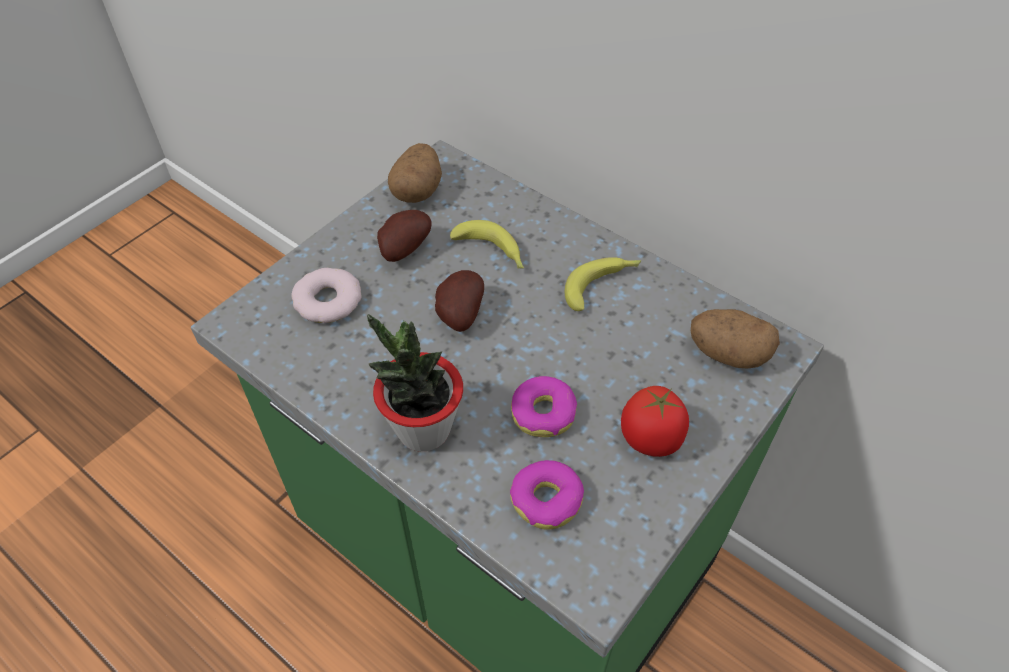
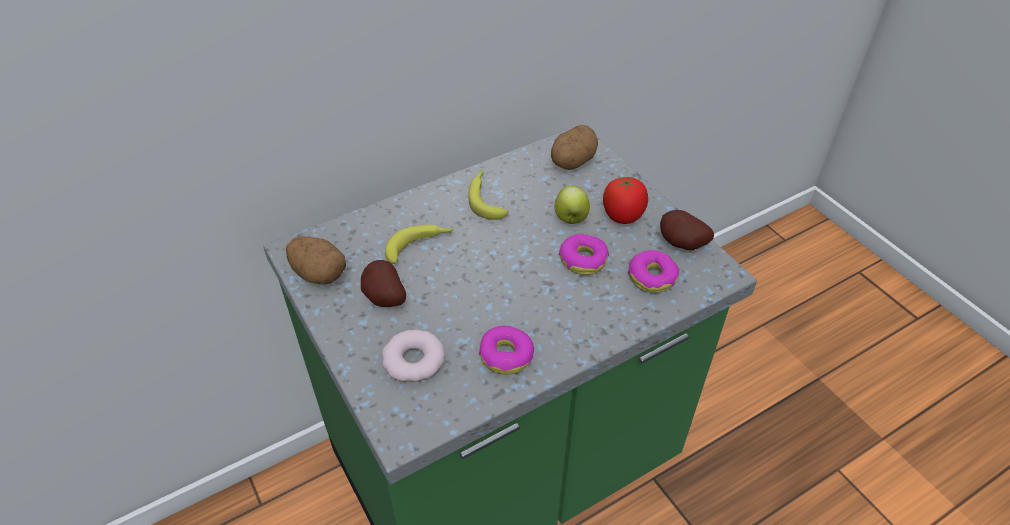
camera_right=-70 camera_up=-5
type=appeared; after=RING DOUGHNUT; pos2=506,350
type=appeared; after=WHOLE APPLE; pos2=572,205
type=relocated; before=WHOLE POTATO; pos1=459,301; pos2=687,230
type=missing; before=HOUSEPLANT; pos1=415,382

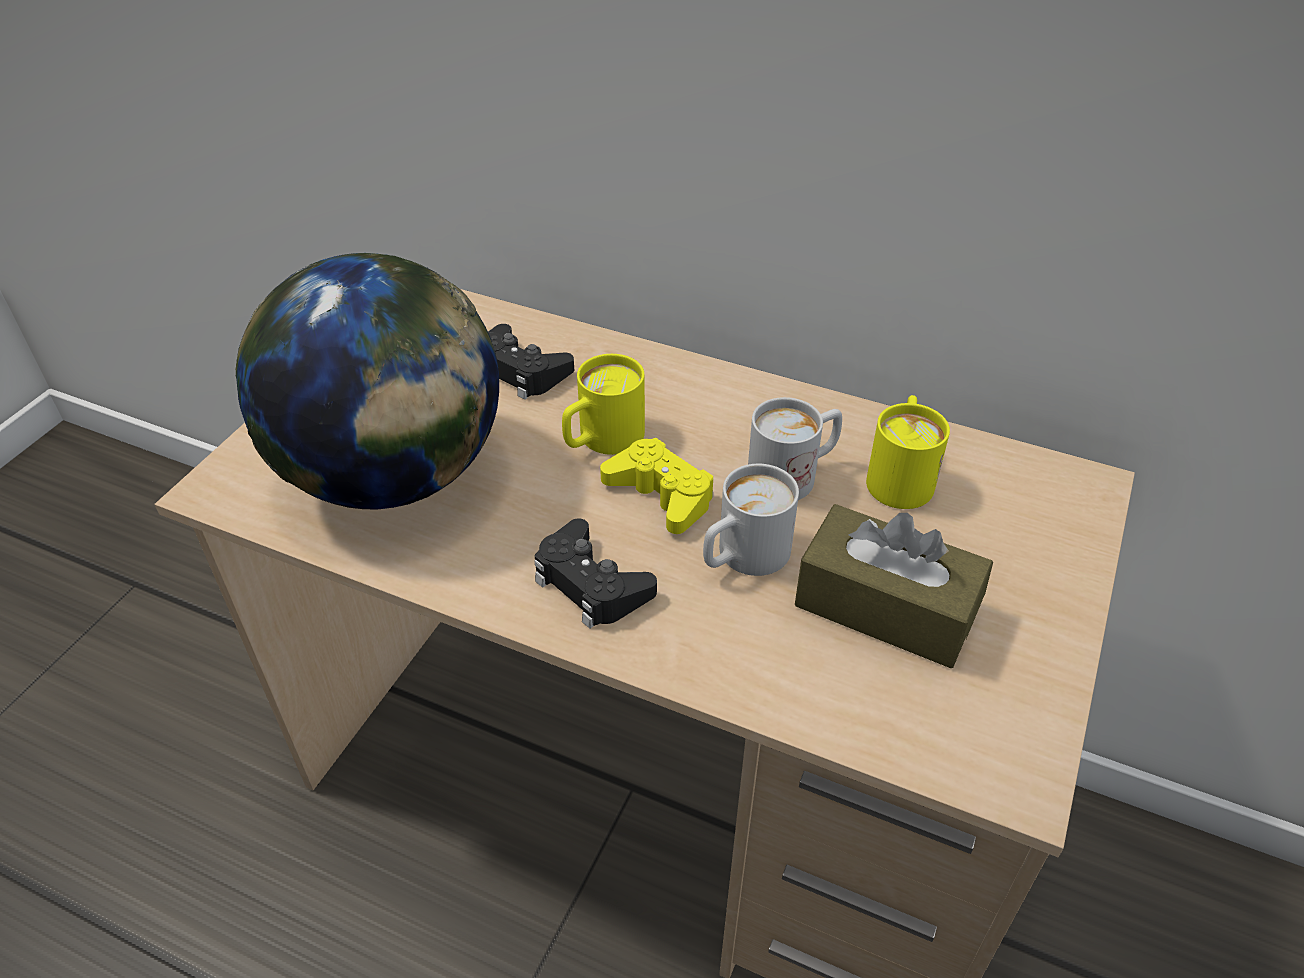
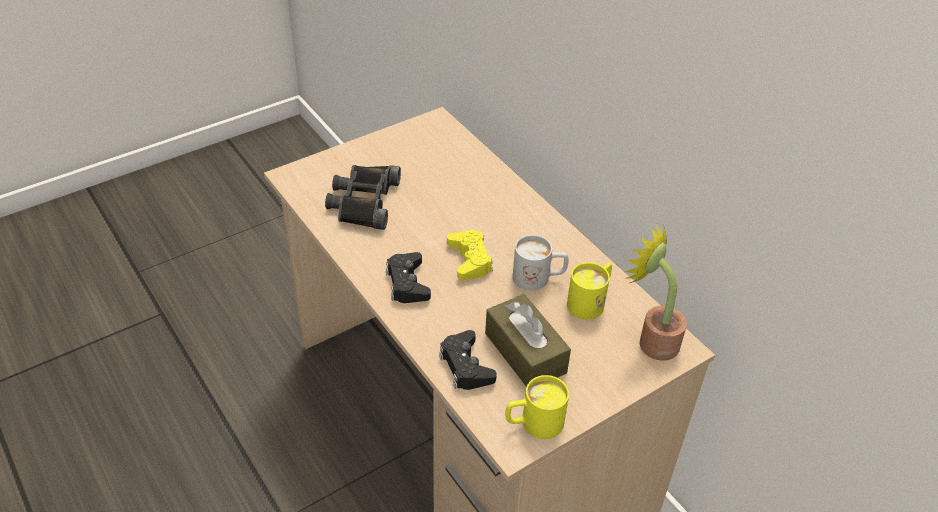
camera_right=30 camera_up=0
type=exchanged; before=DESK GLOBE; after=BLACK PAIR OF BINOCULARS; pos1=367,381; pos2=363,197
type=relocated; before=BLACK GAMEPAD; pos1=531,362; pos2=468,360
type=relocated; before=YELLOWISH MUG; pos1=603,404; pos2=537,407
type=appeared; after=HOUSEPLANT; pos2=655,291
type=missing; before=WHITISH MUG; pos1=751,520

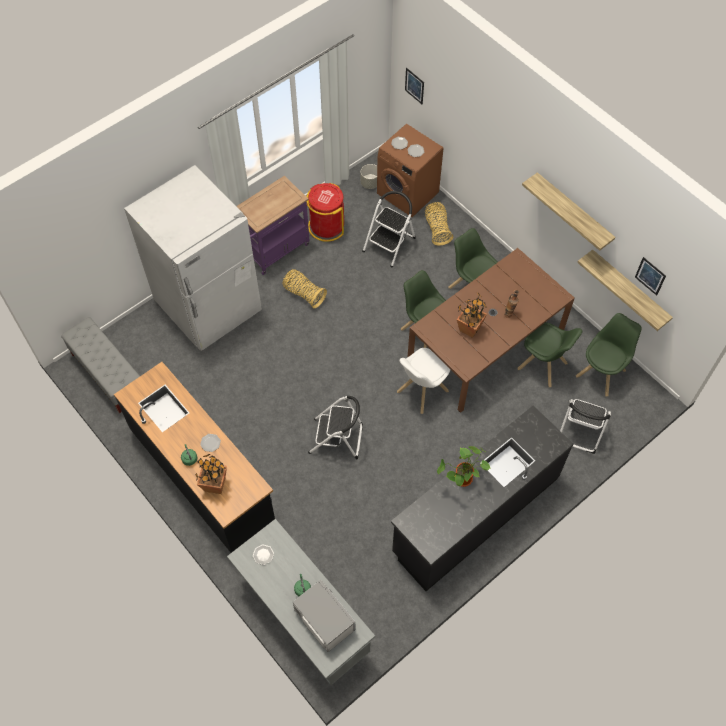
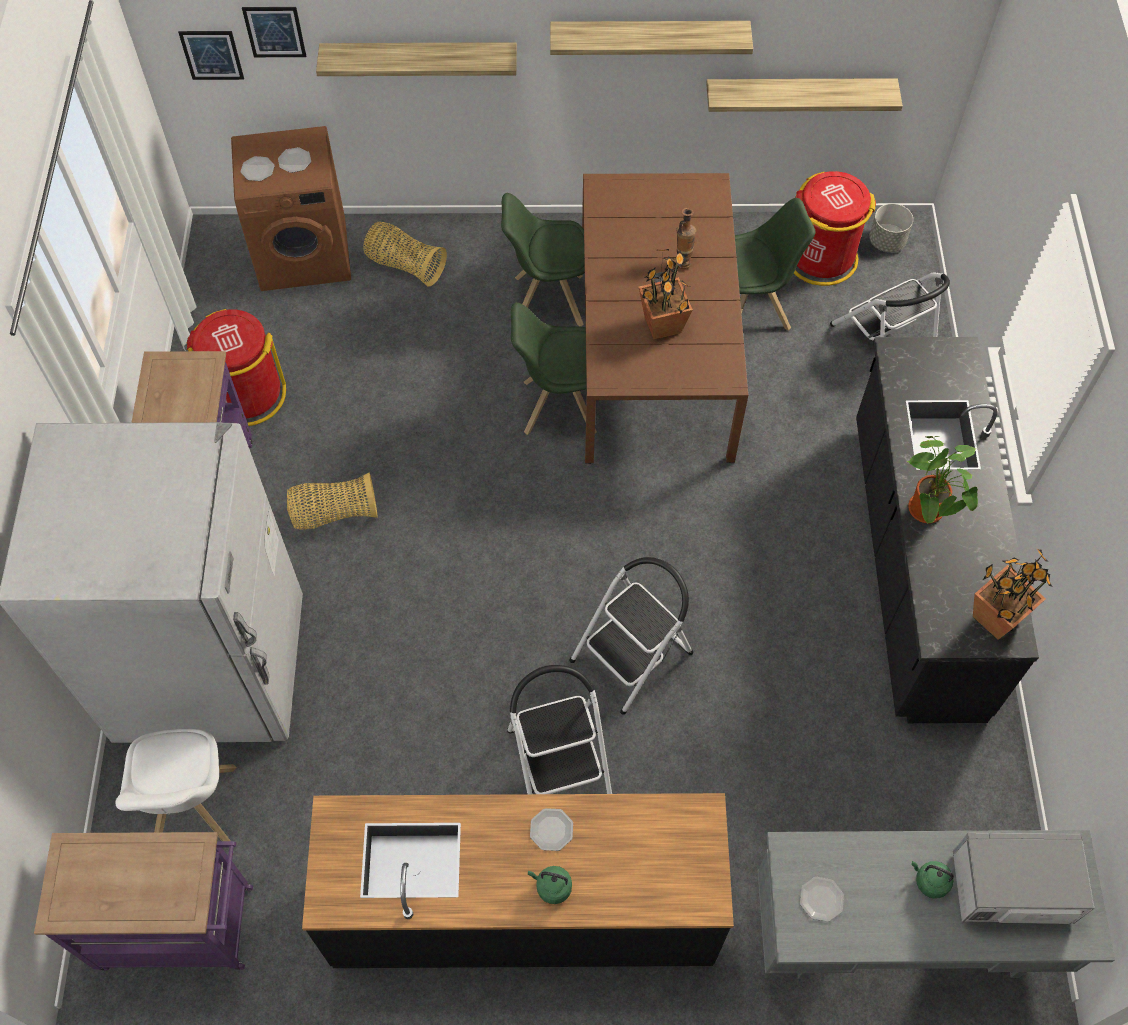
camera_right=-50 camera_up=0
type=exchanged; before=GREYISH INDOOR BENCH; after=PURPLISH CART; pos1=100,365; pos2=143,901
type=relocated; before=WHITISH CHAIR; pos1=423,381; pos2=176,784
type=relocated; before=WALL PICTURE; pos1=650,276; pos2=274,32
type=appeared; after=WALL SHELF; pos2=416,59
type=relocated; before=STEP LADDER; pos1=389,229; pos2=559,729
type=exchanged; before=GREENISH CHAIR; after=REDDISH TRASH CAN; pos1=609,354; pos2=835,228
type=relocated; before=GREYISH FLOWER POT; pos1=369,176; pos2=891,227
type=relocated; before=HOUSEPLANT; pos1=211,474; pos2=1012,594

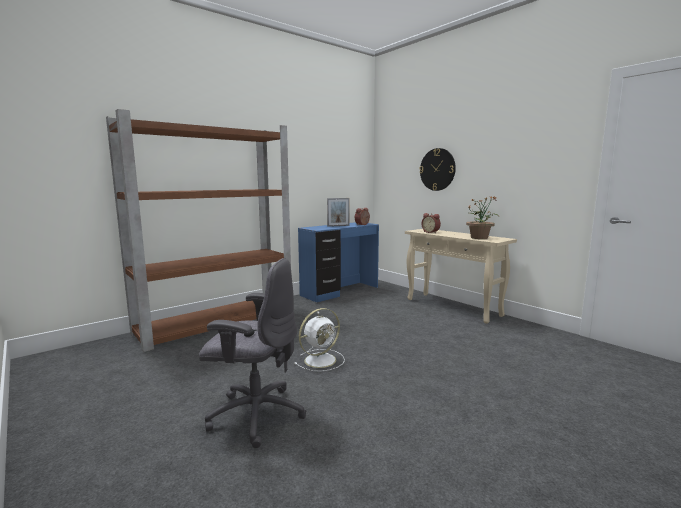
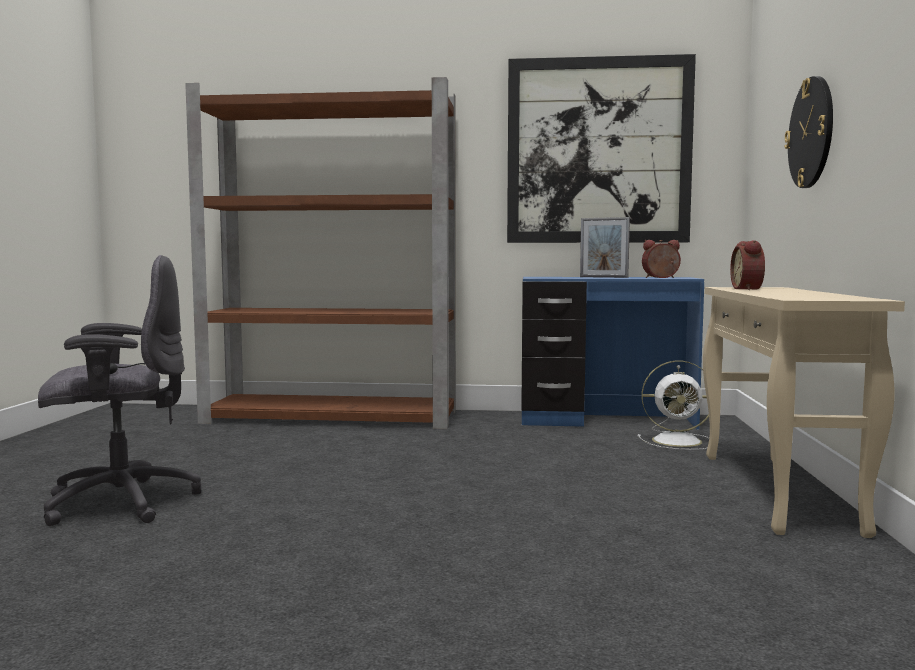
camera_right=45 camera_up=-5
type=spun; before=GREYISH DESK CHAIR; pos1=252,353; pos2=119,390; turn=-75
type=appeared; after=WALL PICTURE; pos2=601,148
type=relocated; before=WHITISH ELECTRIC FAN; pos1=319,340; pos2=673,405
type=missing; before=HOUSEPLANT; pos1=482,217

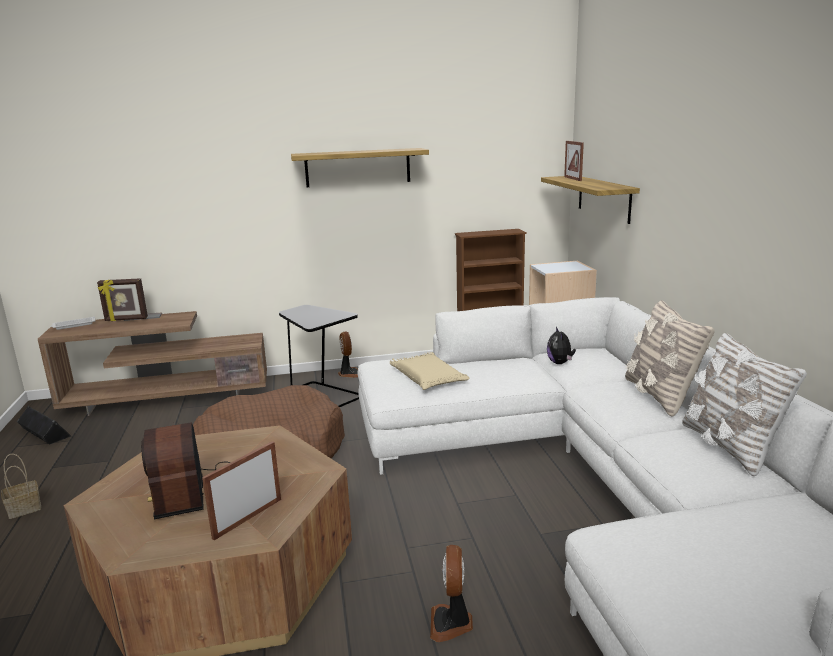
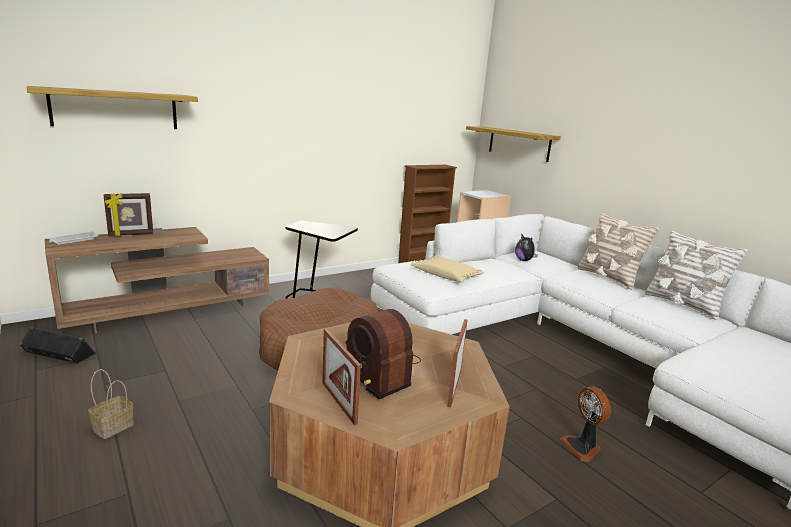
camera_right=-25 camera_up=0
type=relocated; before=WALL SHELF; pos1=360,167; pos2=112,107
type=relocated; before=STANDING FRAME; pos1=574,161; pos2=341,376
type=missing; before=ELECTRIC FAN; pos1=348,354

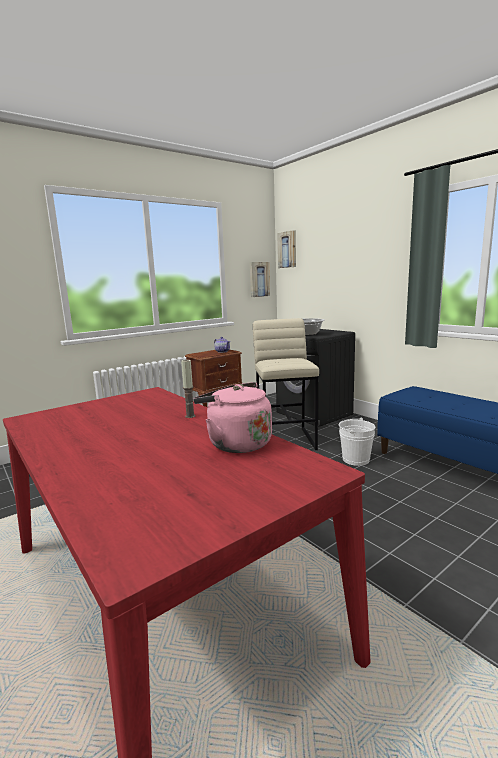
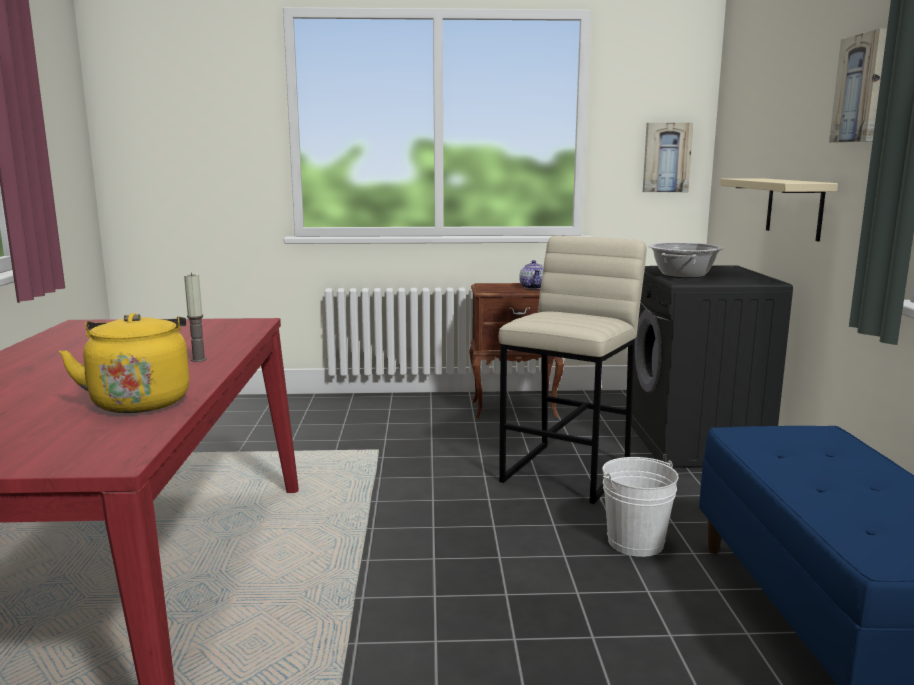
camera_right=35 camera_up=0
type=colour; before=PINK-COLOURED KETTLE; after=YELLOWISH KETTLE; pos1=232,417; pos2=124,363
type=appeared; after=BEIGE WALL SHELF; pos2=779,210
type=relocated; before=WALL PICTURE; pos1=286,249; pos2=858,85

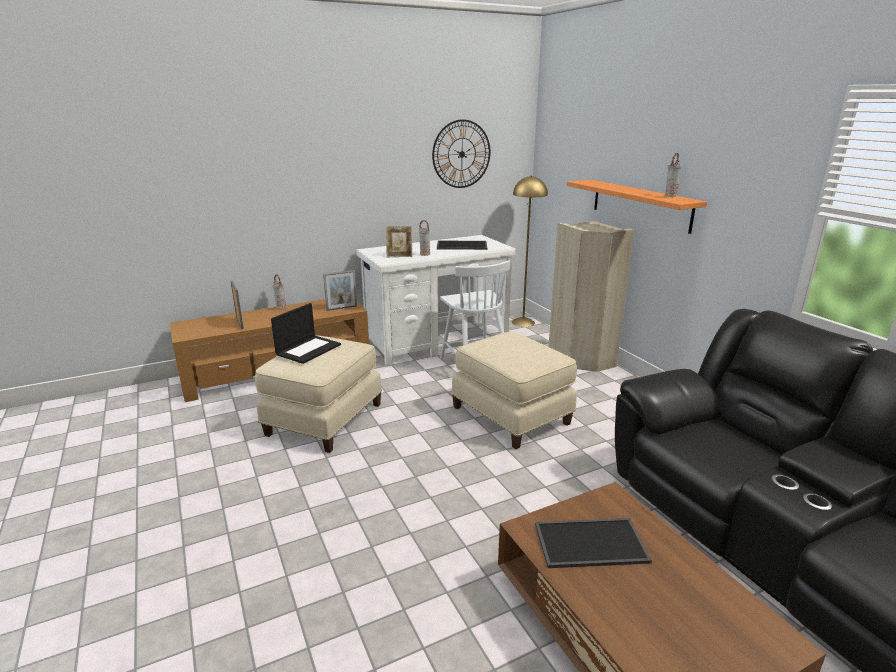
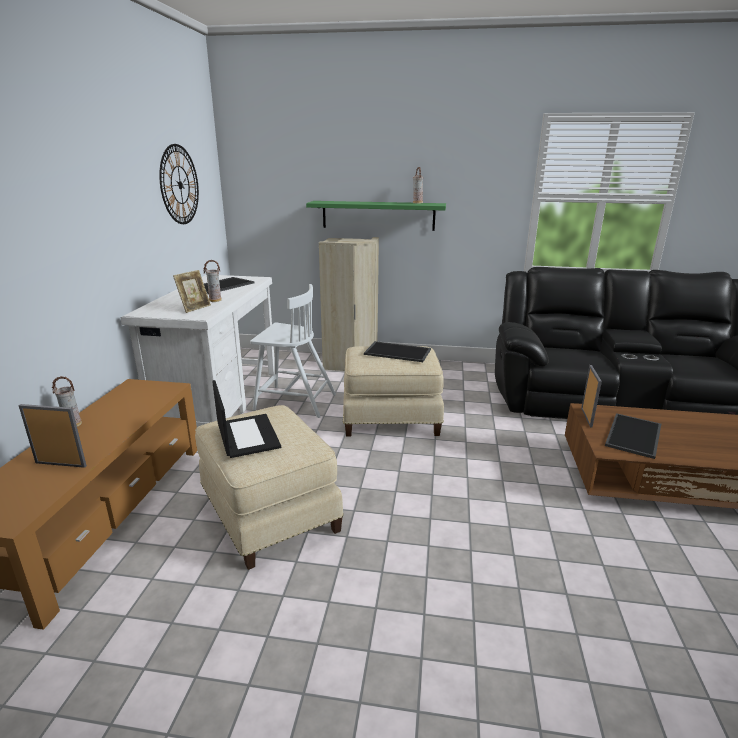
camera_right=-55 camera_up=0
type=colour; before=ORANGE-COLOURED WALL SHELF; after=GREENISH WALL SHELF; pos1=637,207; pos2=376,216
type=appeared; after=CARRYING TRAY; pos2=397,351
type=relocated; before=STANDING FRAME; pos1=340,290; pos2=591,396
type=missing; before=YELLOWISH STANDARD LAMP; pos1=530,251

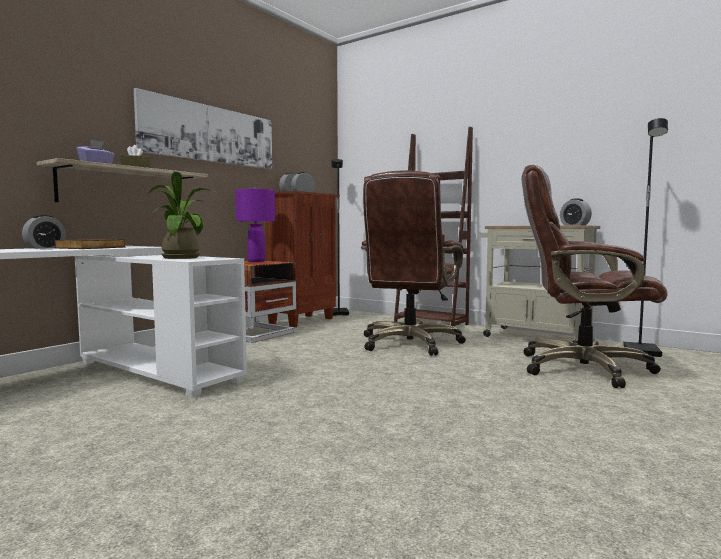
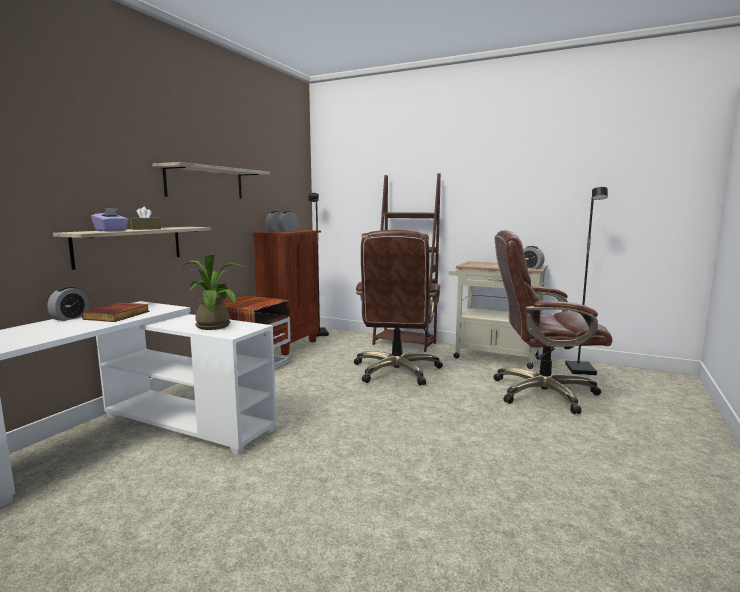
camera_right=-10 camera_up=5
type=exchanged; before=WALL PICTURE; after=WALL SHELF; pos1=203,128; pos2=211,180
type=missing; before=PURPLISH TABLE LAMP; pos1=255,224

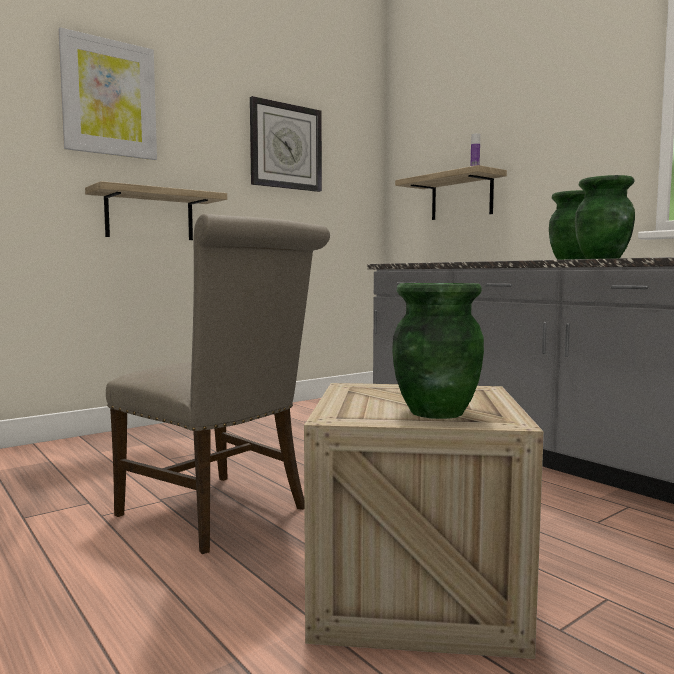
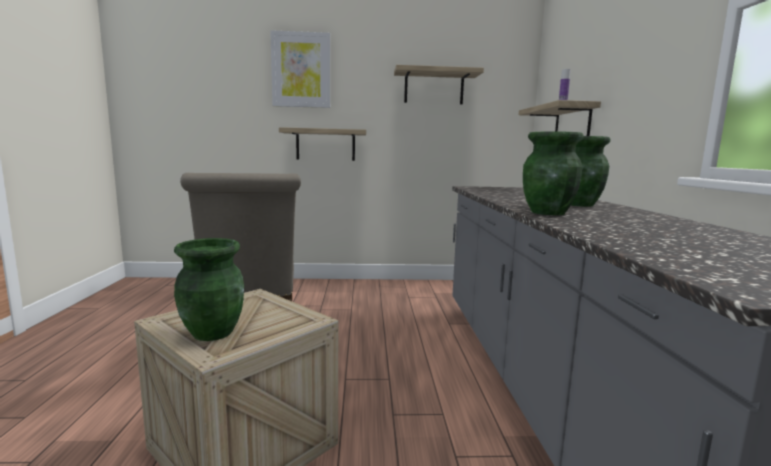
camera_right=35 camera_up=5
type=exchanged; before=HANGING CLOCK; after=WALL SHELF; pos1=286,144; pos2=439,84

